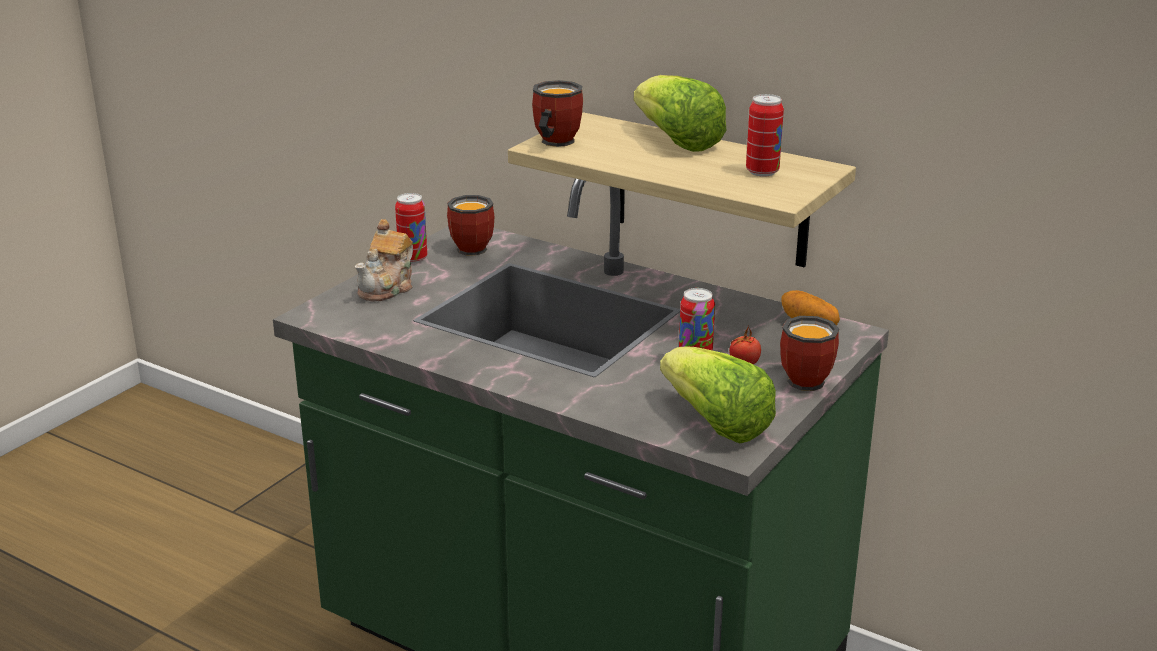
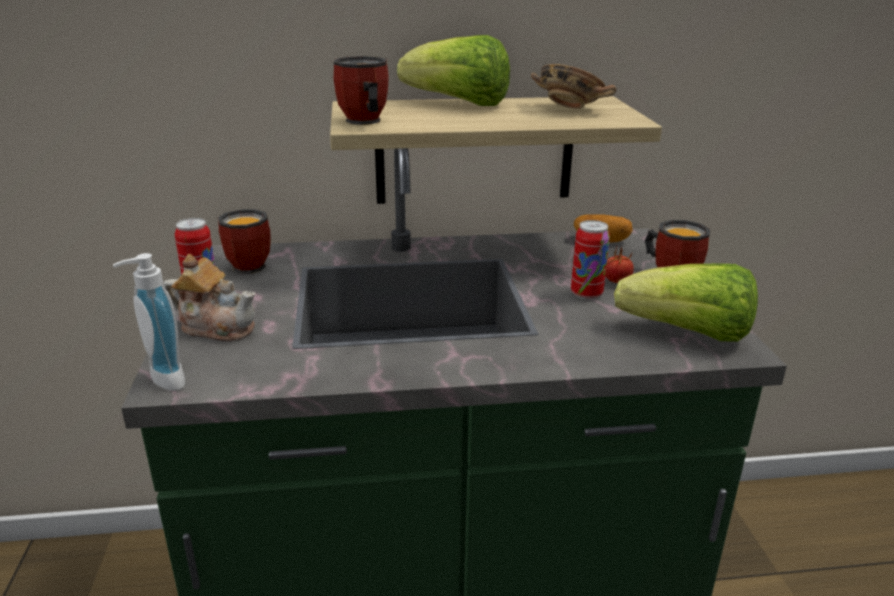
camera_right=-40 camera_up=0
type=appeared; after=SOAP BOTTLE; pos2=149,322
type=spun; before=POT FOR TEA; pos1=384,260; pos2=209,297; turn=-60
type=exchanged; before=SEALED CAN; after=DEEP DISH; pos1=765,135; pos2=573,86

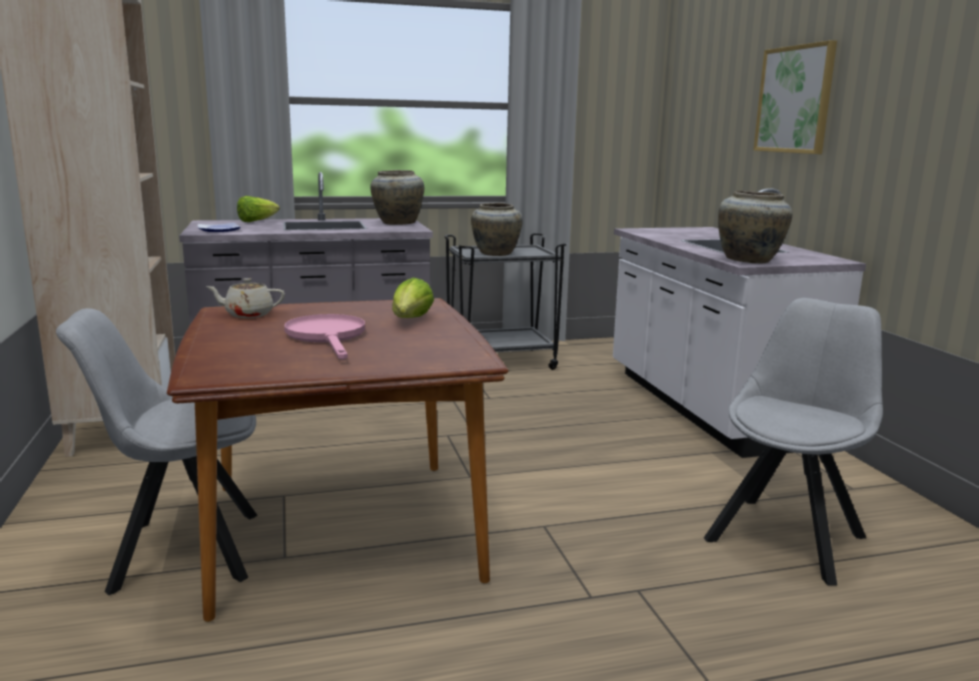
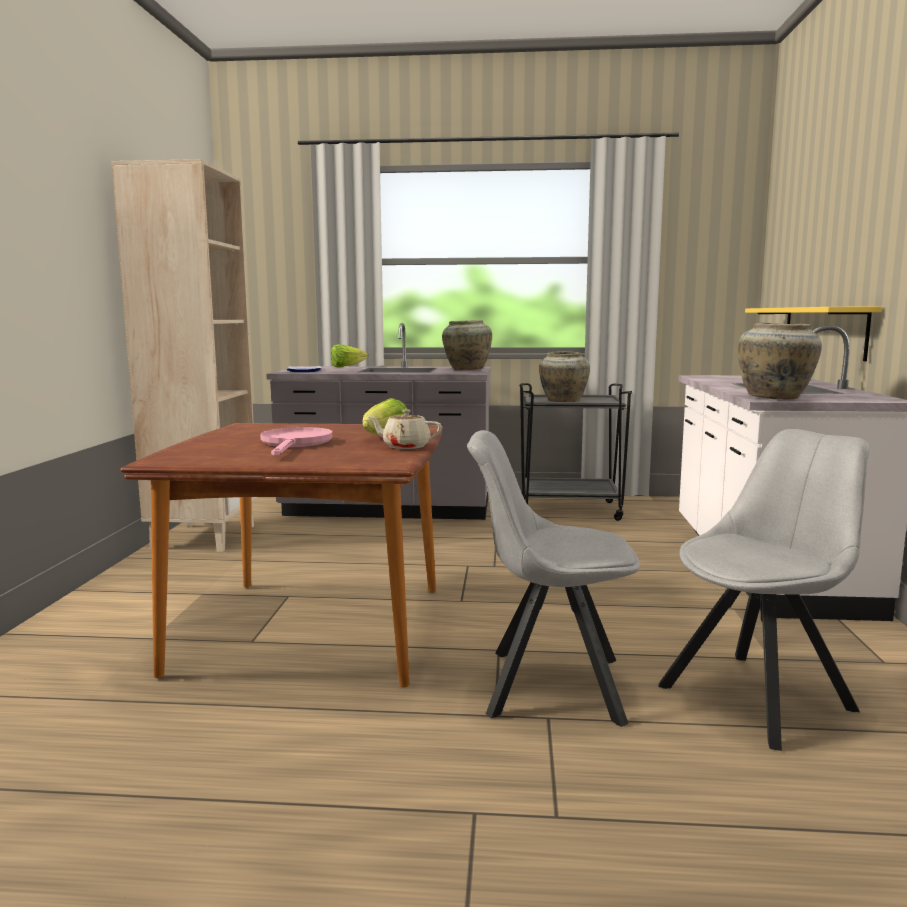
camera_right=20 camera_up=-5
type=relocated; before=BEIGE POT FOR TEA; pos1=245,298; pos2=404,429
type=relocated; before=GREYISH CHAIR; pos1=157,451; pos2=553,578
type=appeared; after=YELLOWISH WALL SHELF; pos2=813,334
type=missing; before=WALL PICTURE; pos1=795,97

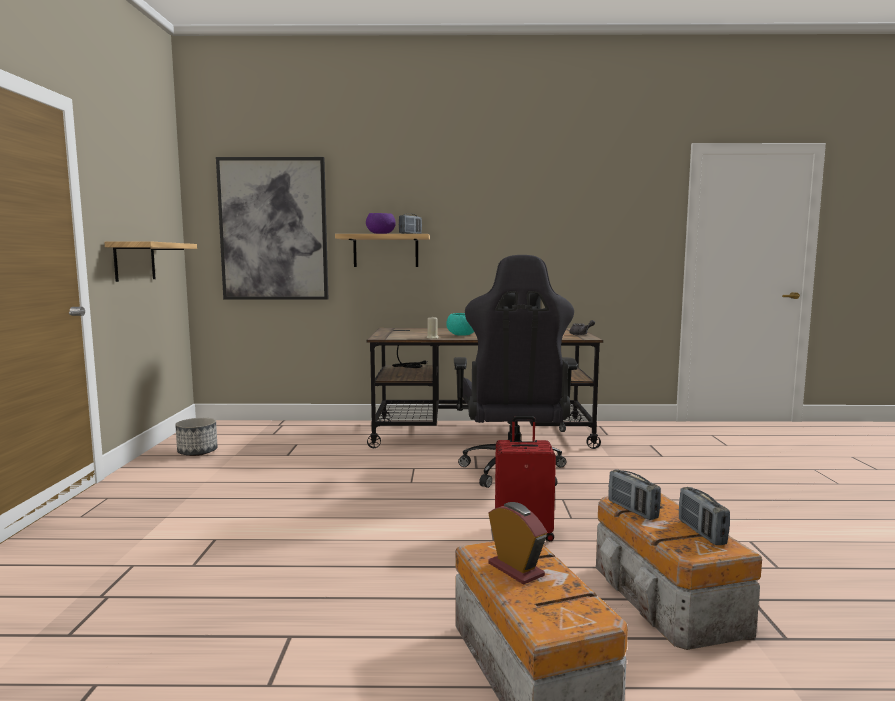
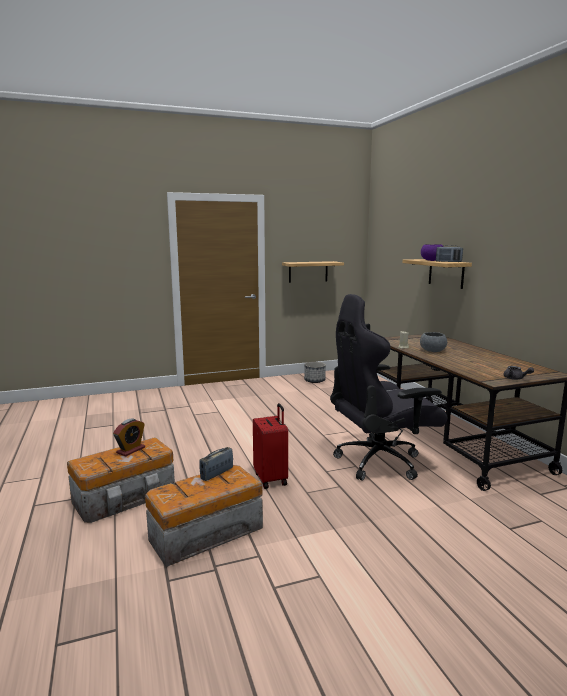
camera_right=70 camera_up=5
type=colour; before=TURQUOISE-COLOURED DEEP DISH; after=GREYISH DEEP DISH; pos1=460,324; pos2=433,342
type=missing; before=WALL PICTURE; pos1=272,228
type=missing; before=RADIO; pos1=704,516

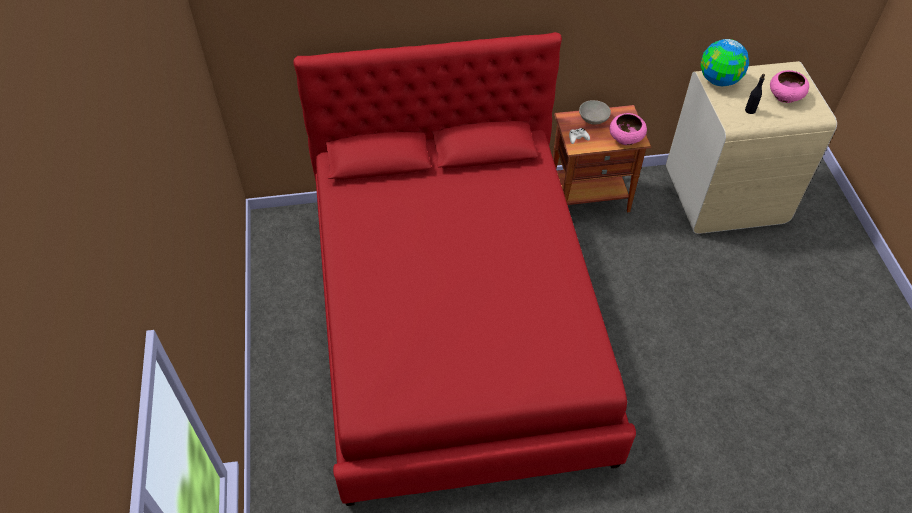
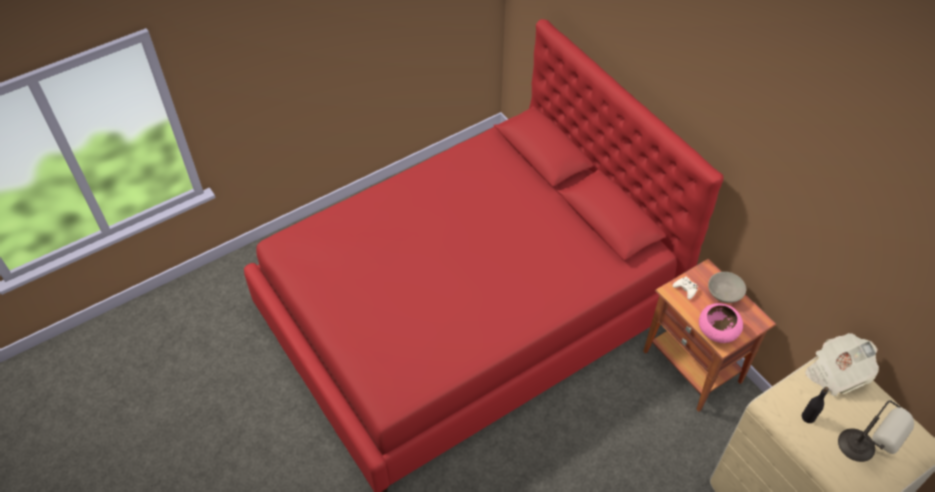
camera_right=65 camera_up=0
type=exchanged; before=DESK GLOBE; after=NEWSPAPER; pos1=725,62; pos2=842,364
type=exchanged; before=PINK-COLOURED DEEP DISH; after=TABLE LAMP; pos1=789,86; pos2=876,431

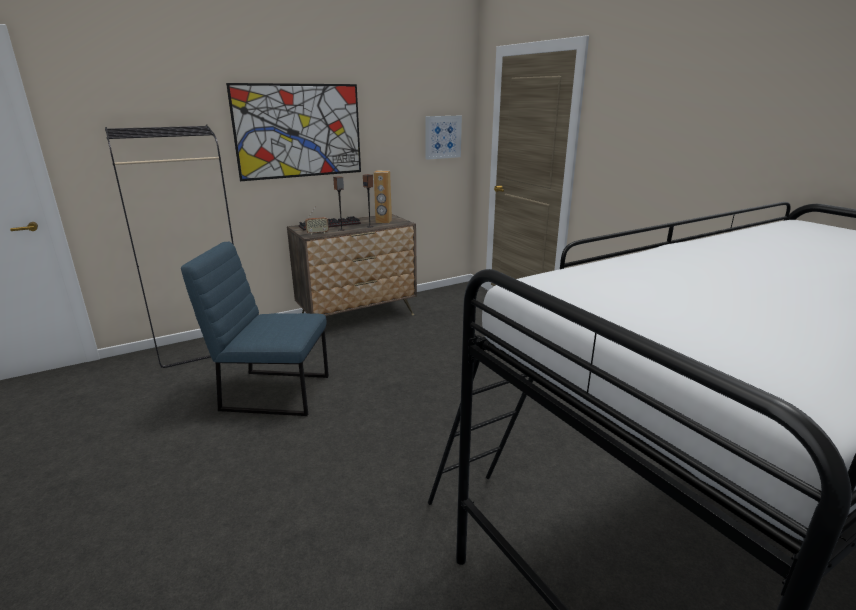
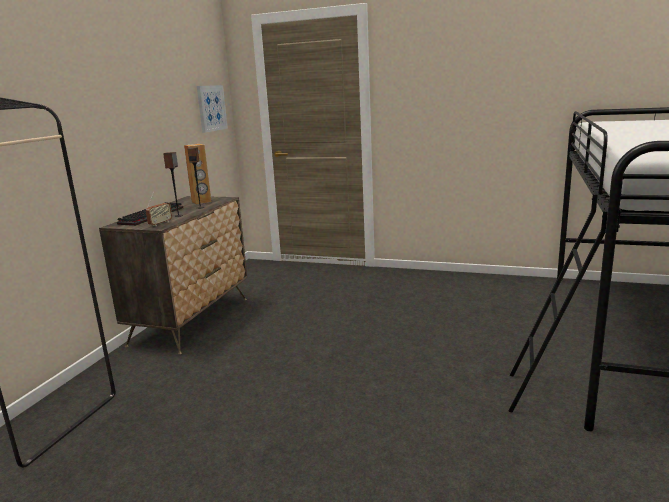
camera_right=-40 camera_up=-5
type=missing; before=BLUISH CHAIR; pos1=255,329
type=missing; before=WALL PICTURE; pos1=293,132

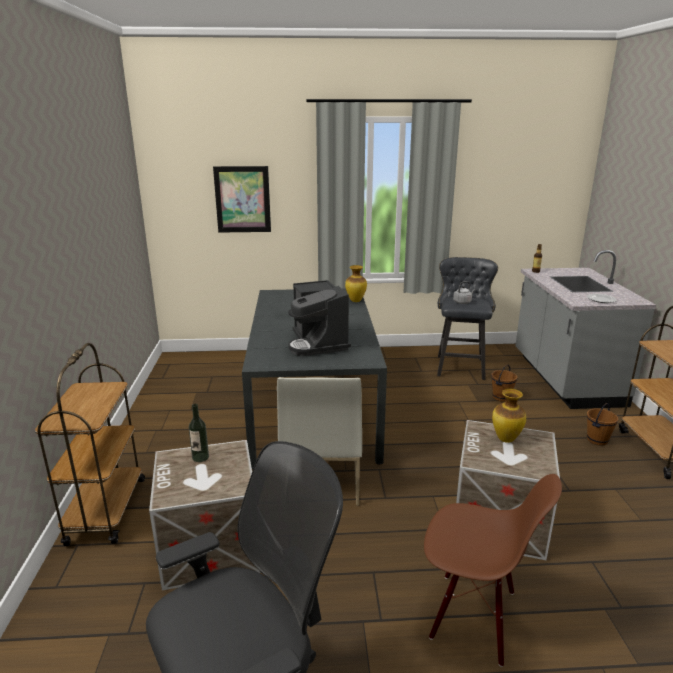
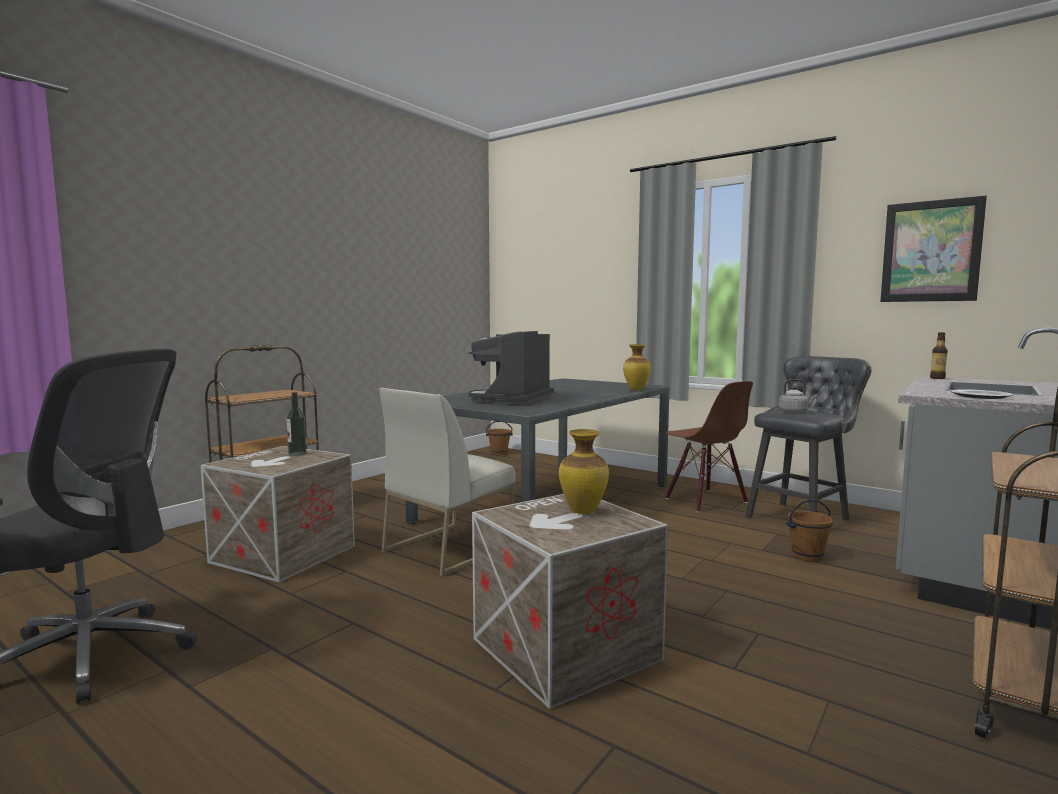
camera_right=40 camera_up=-15
type=relocated; before=BROWN-COLOURED BUCKET; pos1=603,424; pos2=499,438
type=relocated; before=BROWN-COLOURED CHAIR; pos1=493,570; pos2=709,447
type=relocated; before=WALL PICTURE; pos1=242,199; pos2=933,248

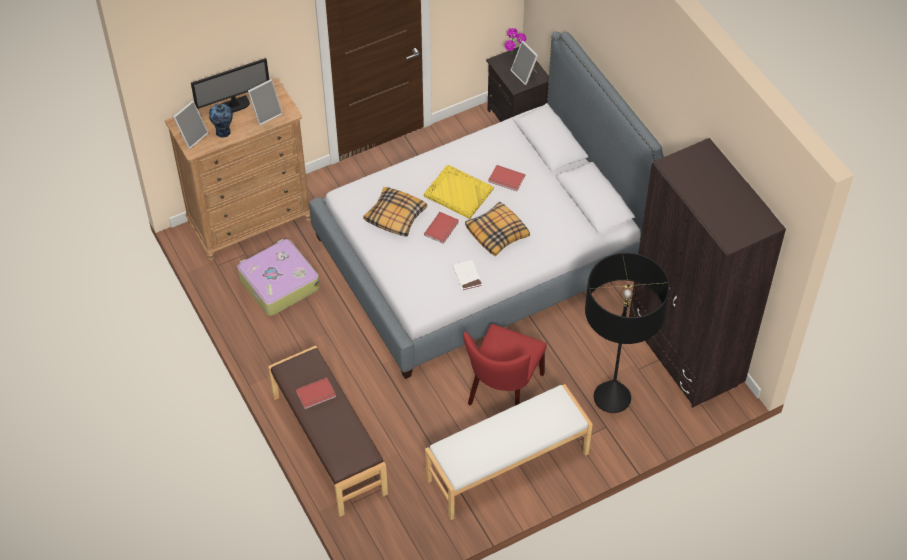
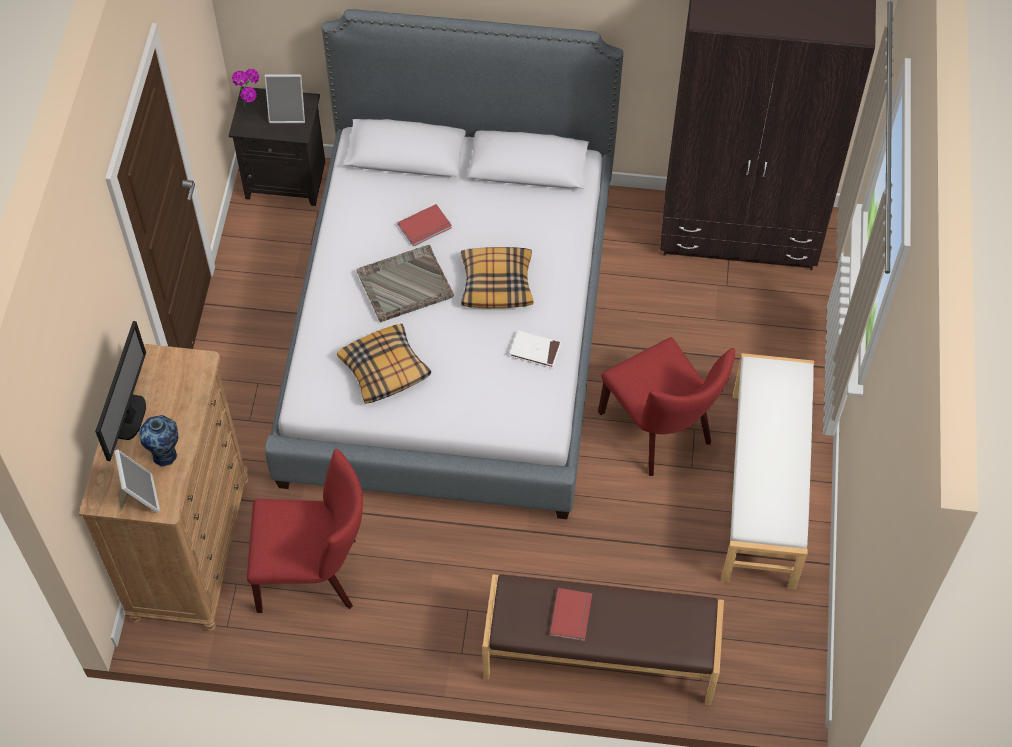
camera_right=-55 camera_up=5
type=exchanged; before=TRAVEL CASE; after=REDDISH CHAIR; pos1=278,277; pos2=305,531
type=colour; before=YELLOWISH CARRYING TRAY; after=GREYISH CARRYING TRAY; pos1=459,192; pos2=405,284
type=missing; before=STANDING FRAME; pos1=265,102
type=missing; before=REDDISH BOOK; pos1=441,228
type=missing; before=BLACK STANDARD LAMP; pos1=627,333

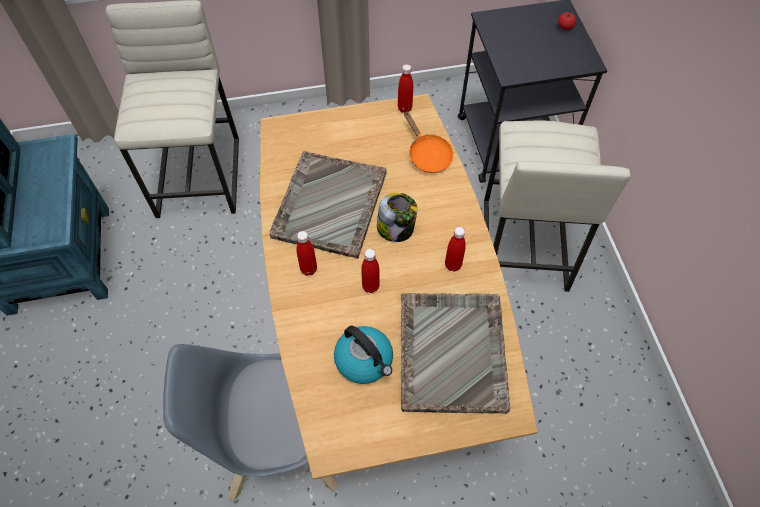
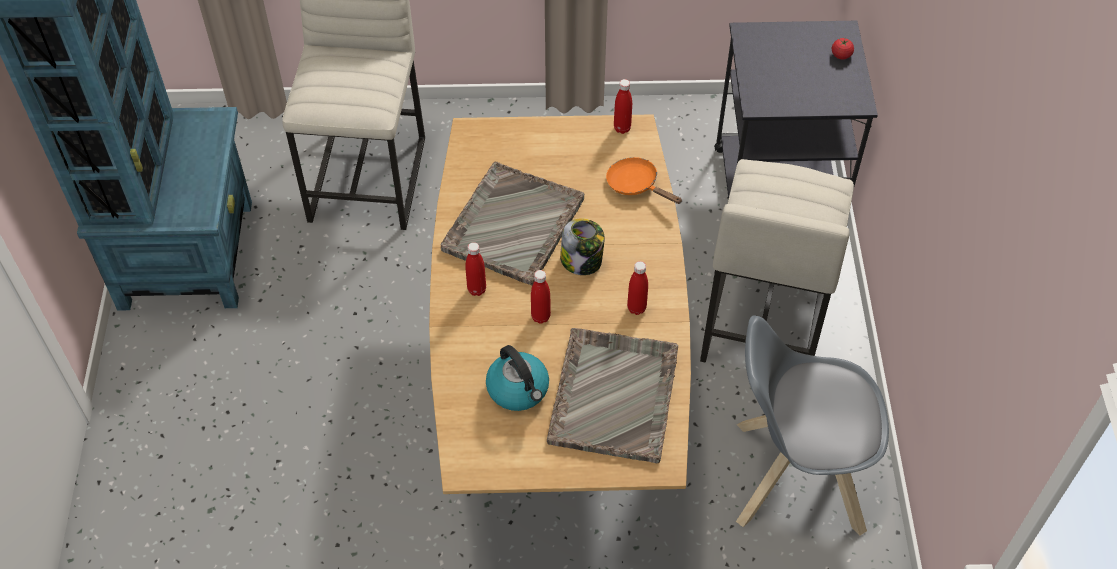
camera_right=10 camera_up=-5
type=spun; before=ORANGE-COLOURED PAN; pos1=428,142; pos2=644,180; turn=150
type=relocated; before=GREYISH CHAIR; pos1=251,423; pos2=812,425

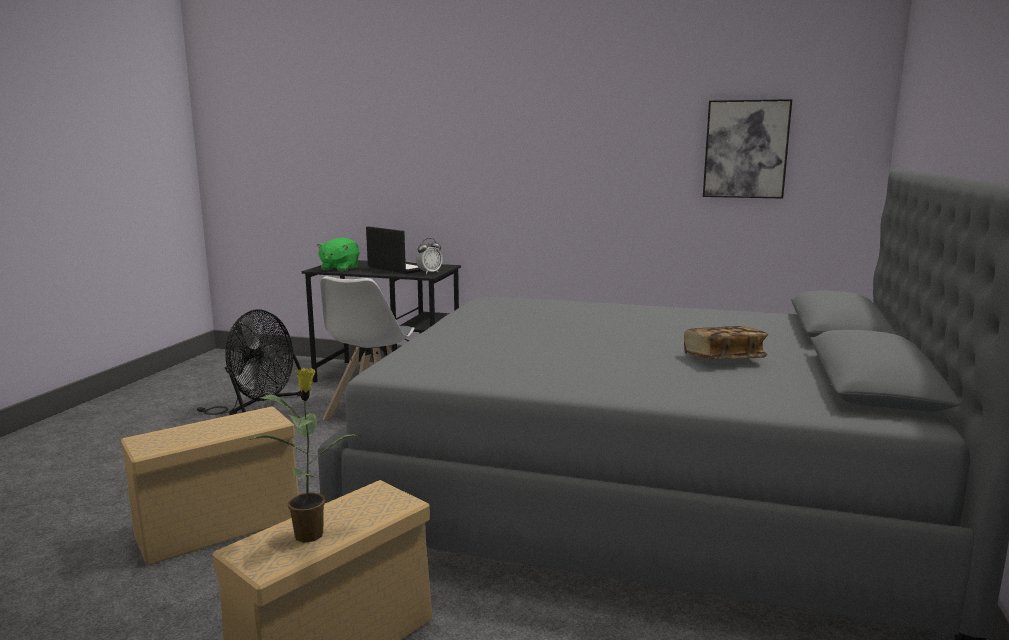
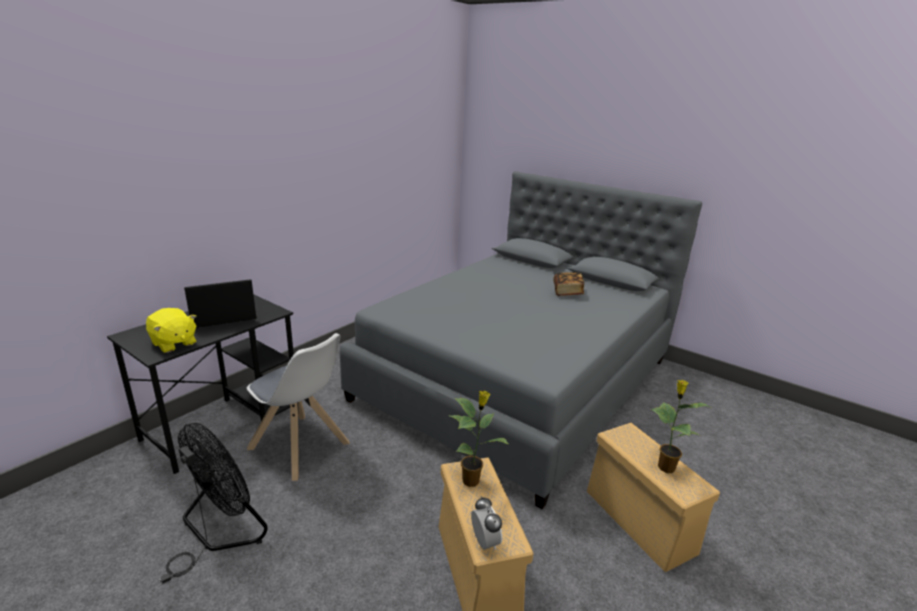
camera_right=-70 camera_up=10
type=colour; before=GREENISH CUDDLY TOY; after=YELLOWISH CUDDLY TOY; pos1=338,255; pos2=171,330
type=appeared; after=HOUSEPLANT; pos2=479,438
type=relocated; before=ALARM CLOCK; pos1=429,256; pos2=486,523
type=missing; before=WALL PICTURE; pos1=747,149

